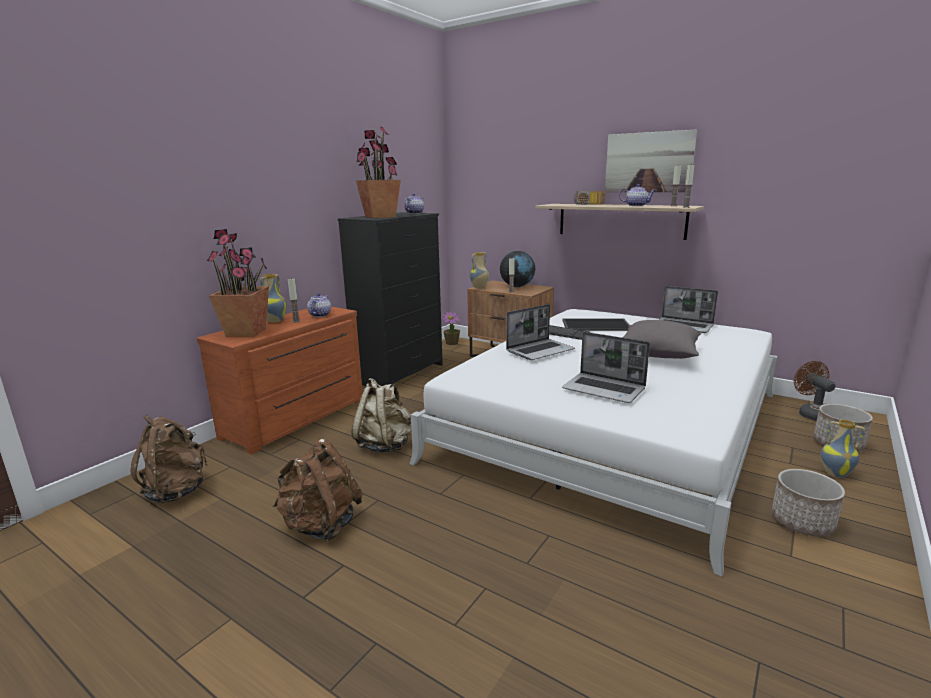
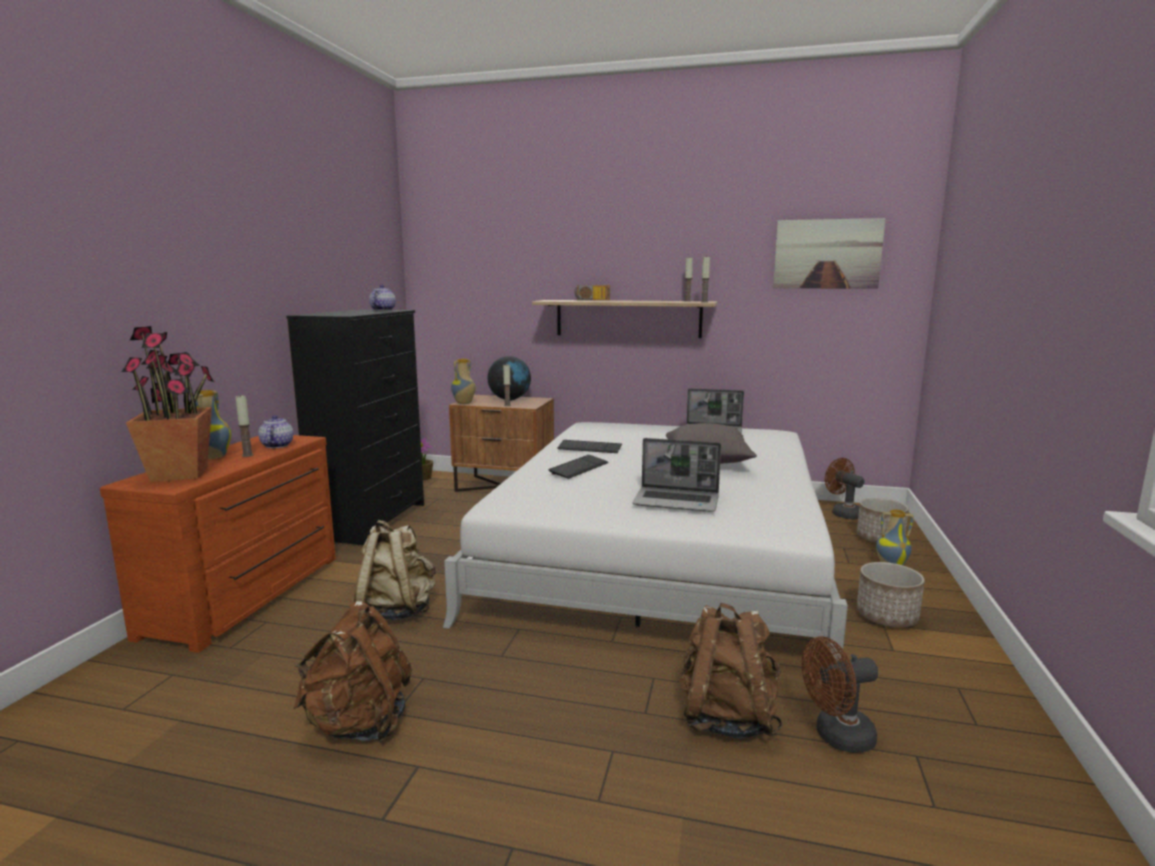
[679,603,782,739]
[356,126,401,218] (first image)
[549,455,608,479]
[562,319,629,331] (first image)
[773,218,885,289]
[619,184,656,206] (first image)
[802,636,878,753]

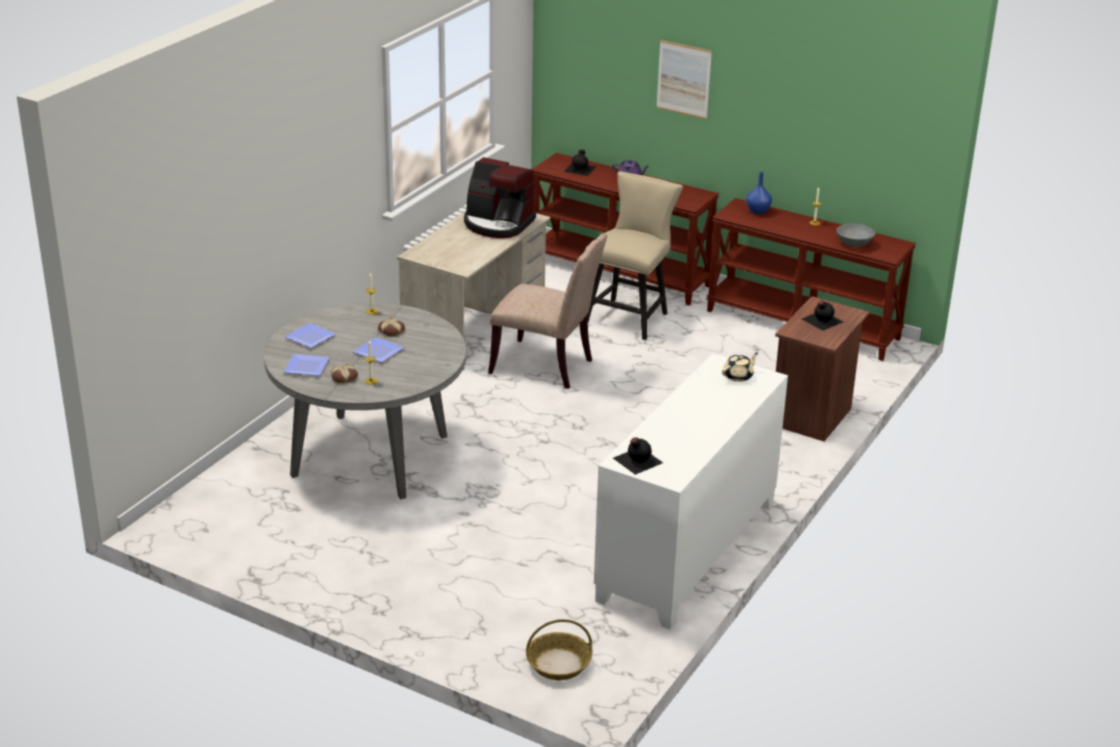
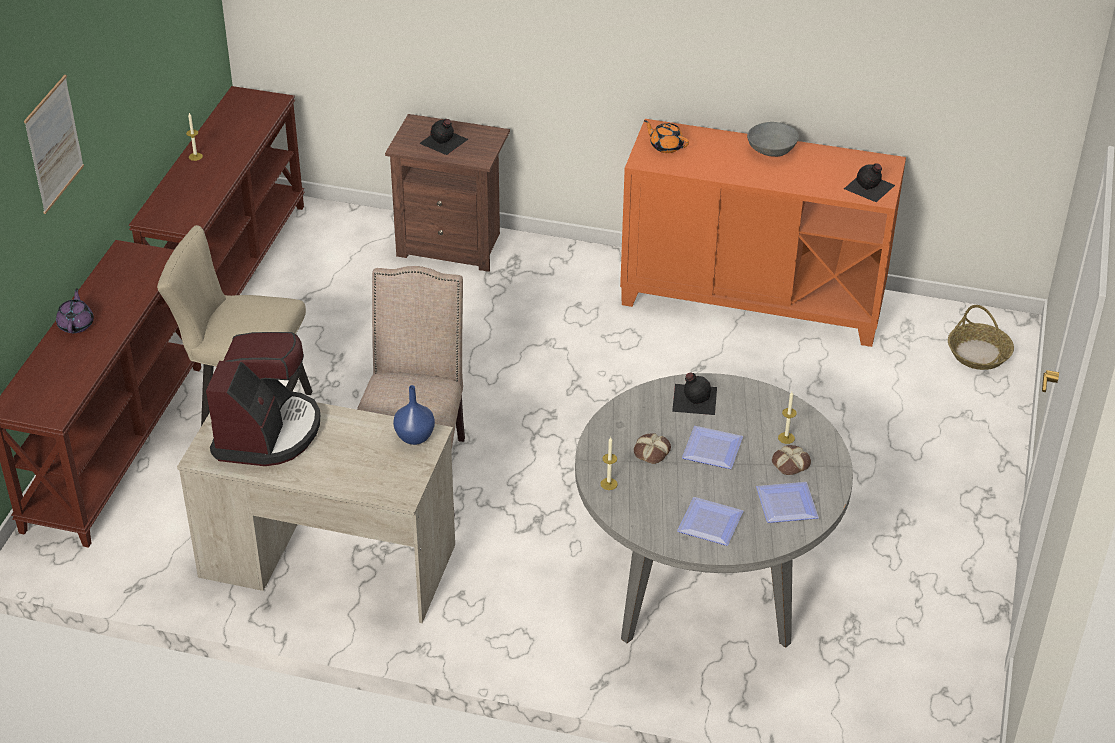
[672,373,717,415]
[620,119,906,347]
[644,120,689,153]
[393,385,435,445]
[747,122,799,157]

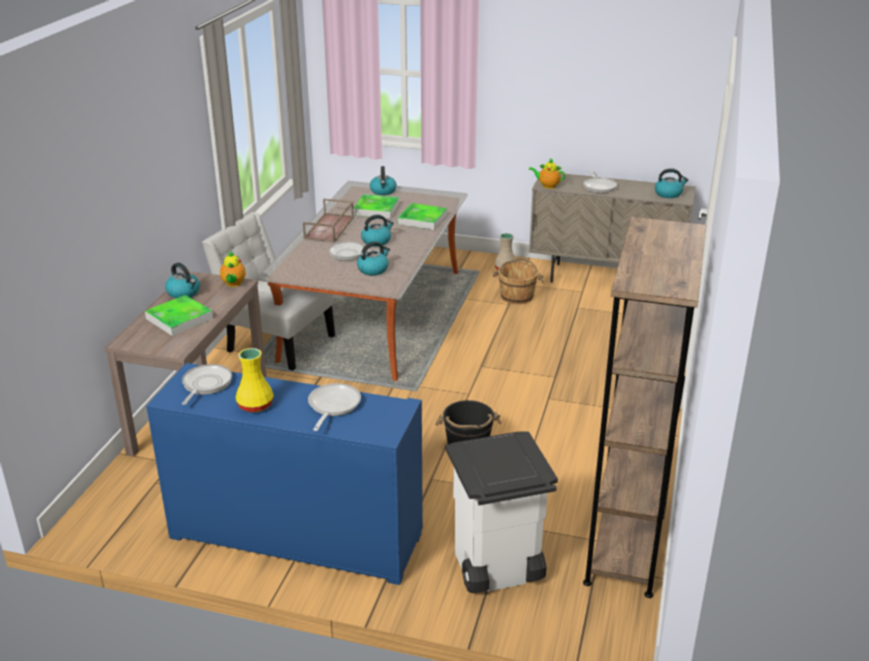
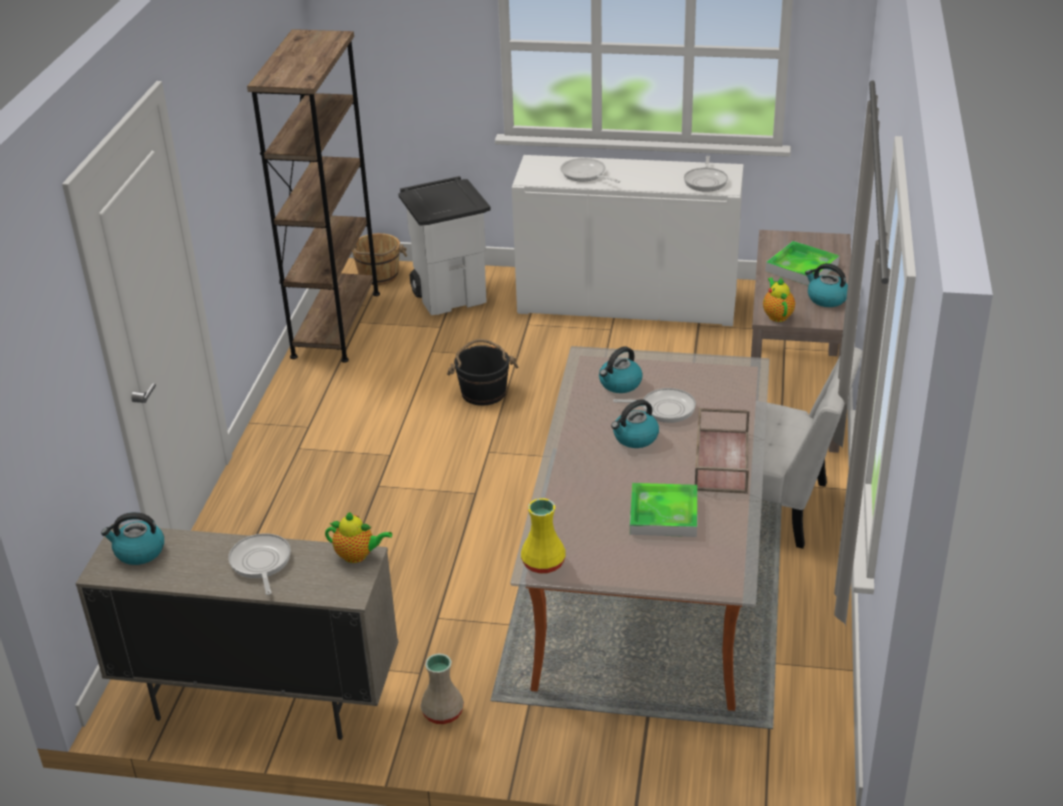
[512,155,744,326]
[521,498,566,574]
[560,158,621,183]
[370,166,397,195] (first image)
[398,203,447,230] (first image)
[352,233,407,285]

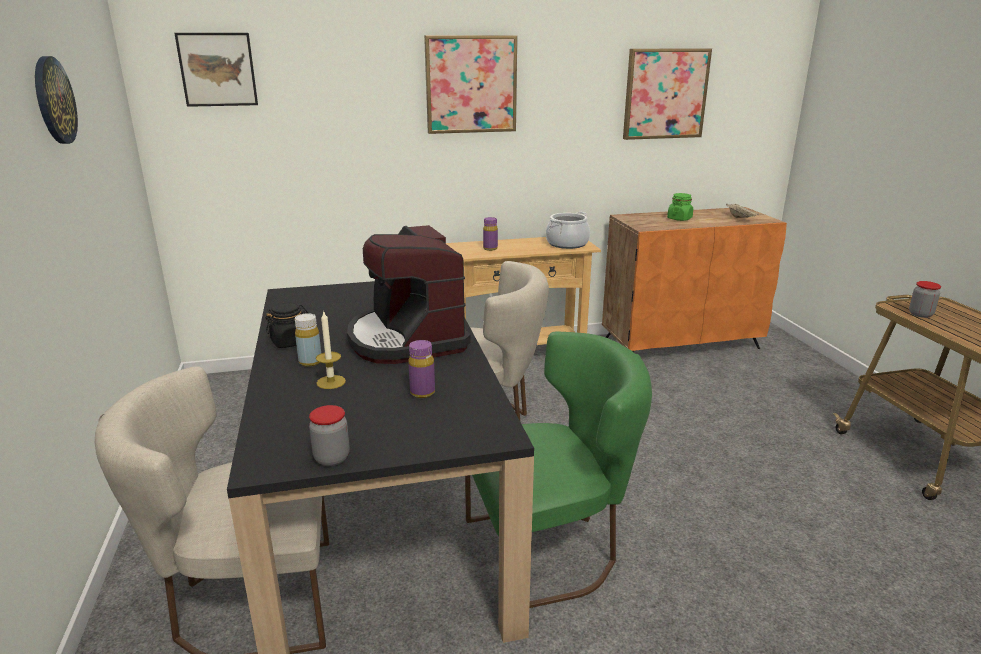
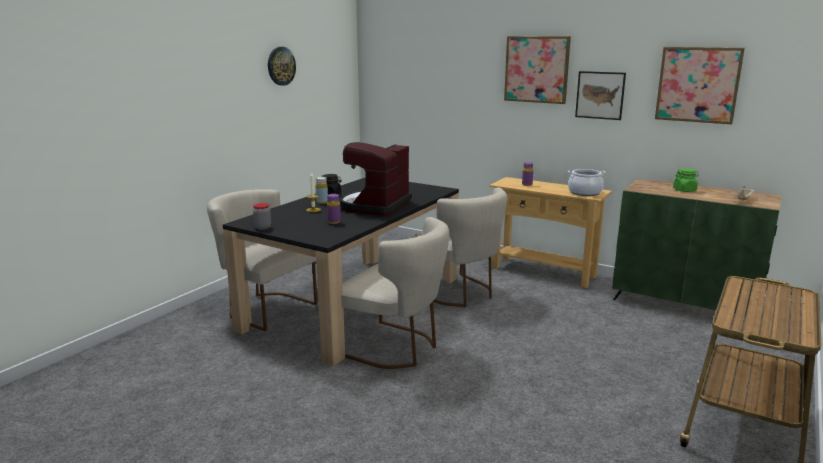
[575,71,626,120]
[341,217,449,369]
[612,179,781,316]
[909,281,941,318] (first image)

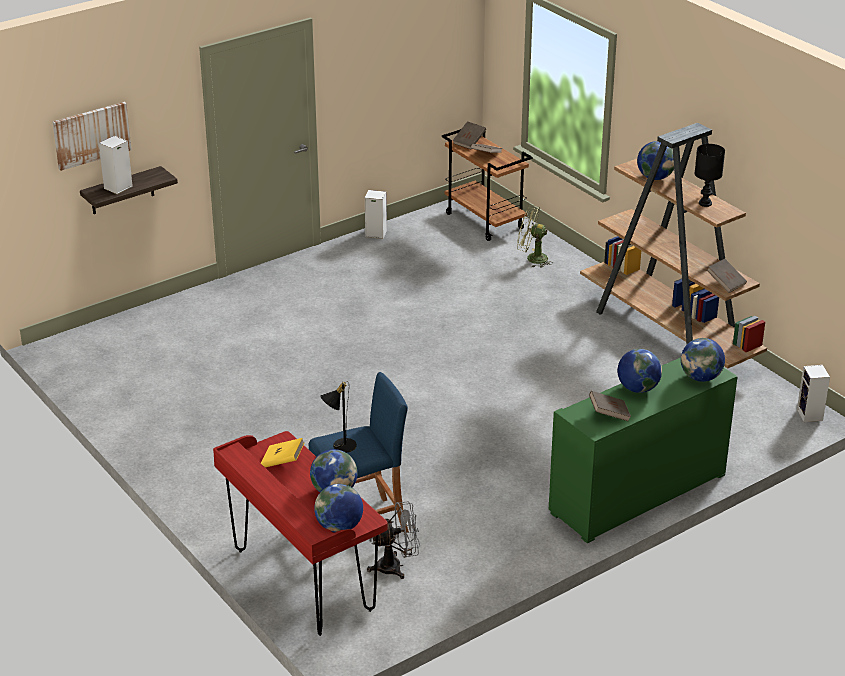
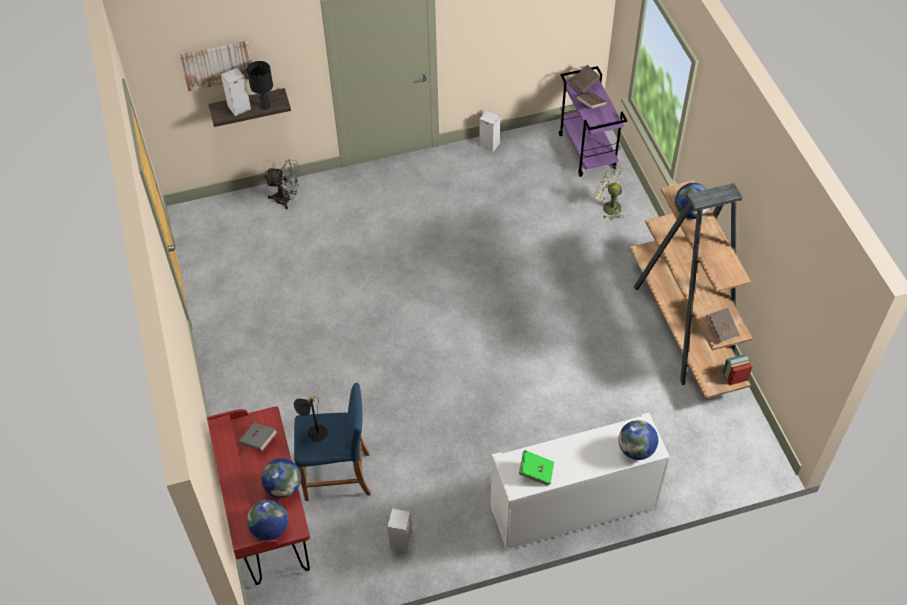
[239,423,278,451]
[265,160,300,209]
[559,66,627,177]
[491,413,670,551]
[519,450,554,486]
[618,349,662,393] (first image)
[247,61,273,110]
[387,509,412,552]

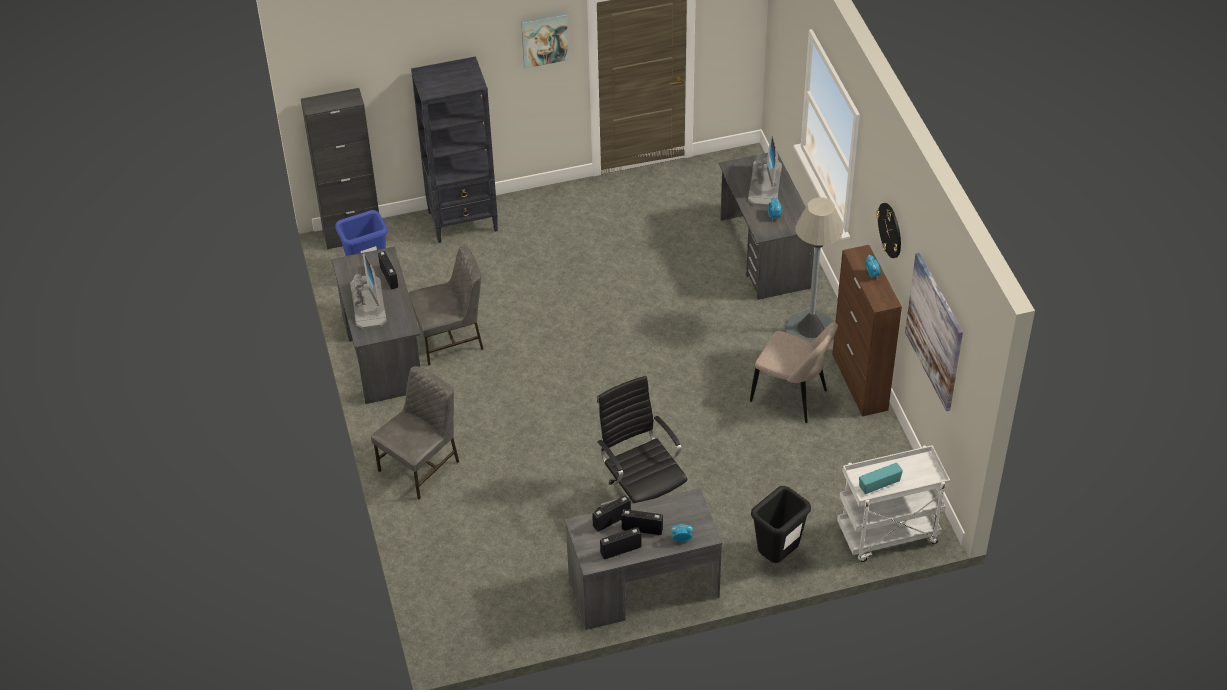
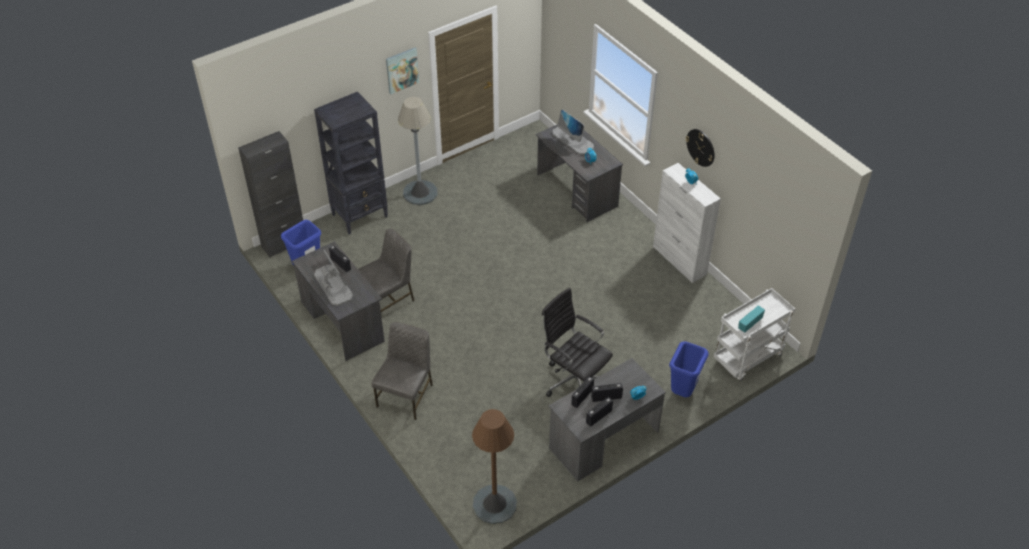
[552,110,594,155]
[750,322,838,423] (first image)
[669,341,709,397]
[398,97,438,205]
[653,163,721,283]
[905,253,963,411] (first image)
[472,409,517,524]

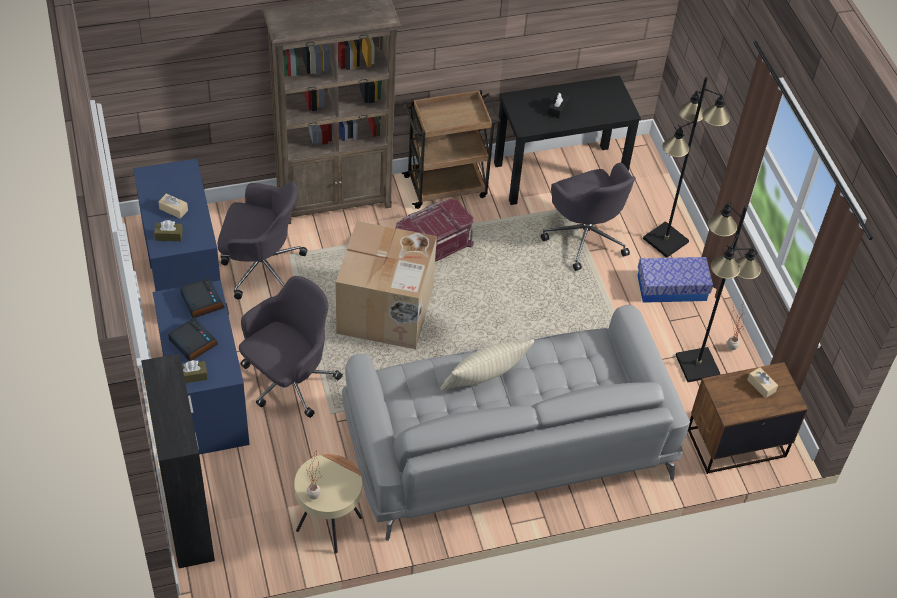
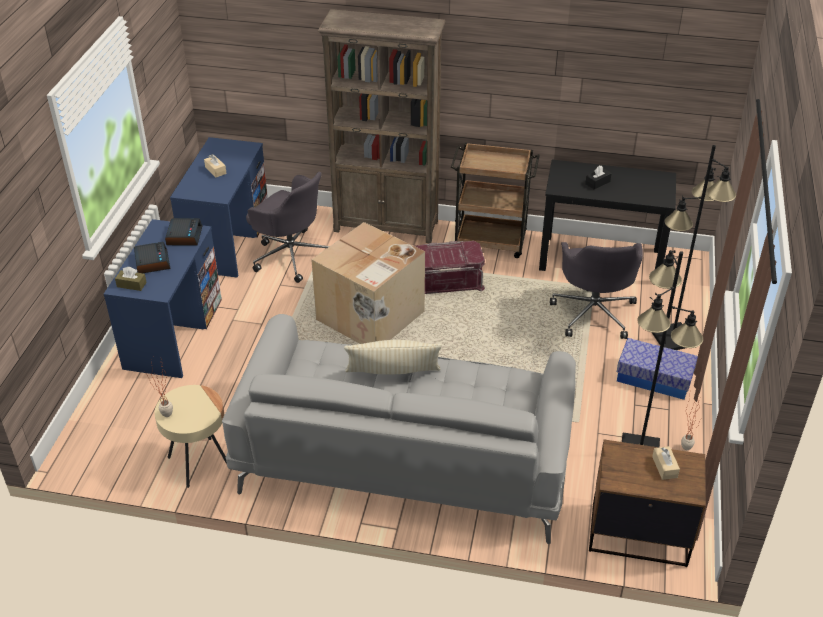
[141,354,215,568] (first image)
[154,220,183,241] (first image)
[239,276,343,418] (first image)

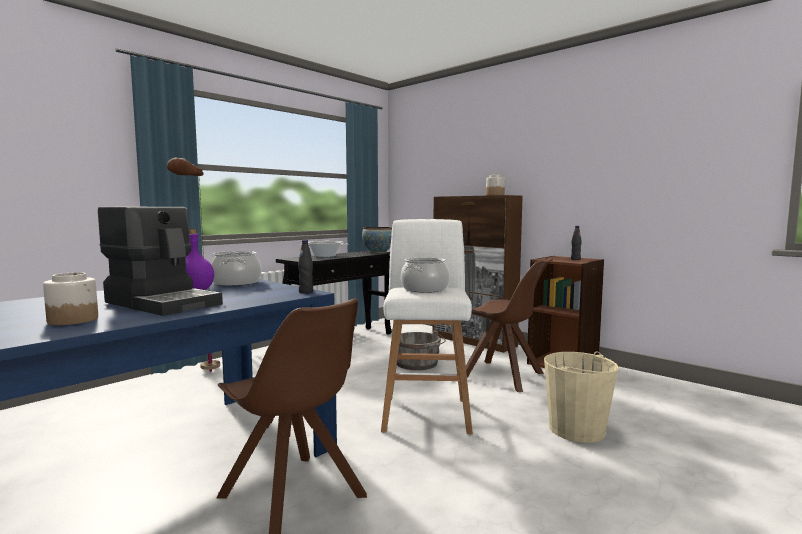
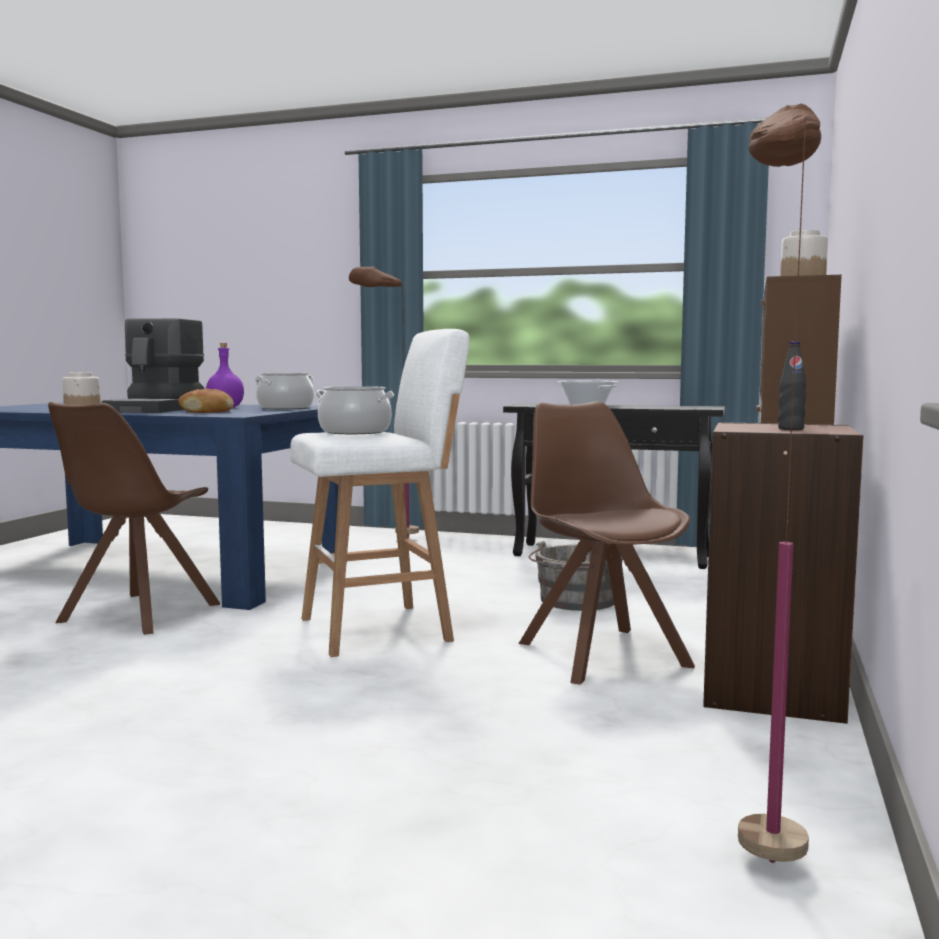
[298,240,313,293] (first image)
[362,227,392,253] (first image)
[519,401,695,685]
[544,351,619,443] (first image)
[178,389,234,413]
[738,103,821,863]

